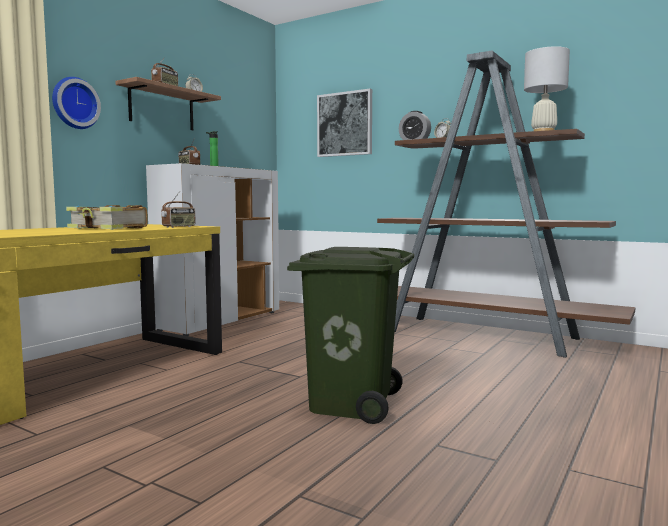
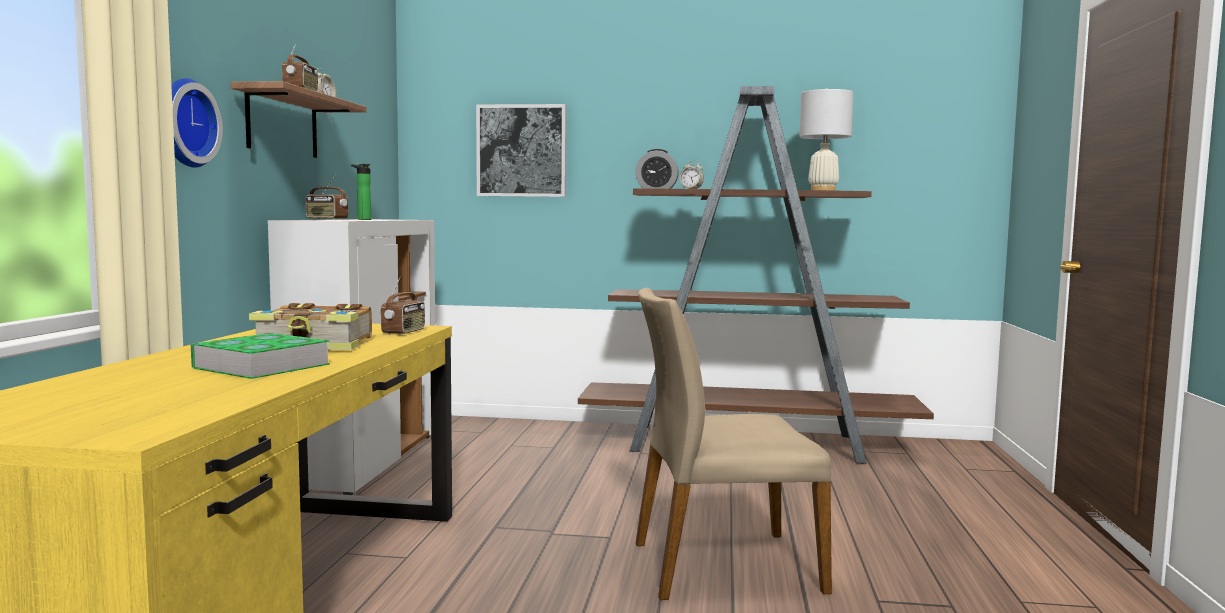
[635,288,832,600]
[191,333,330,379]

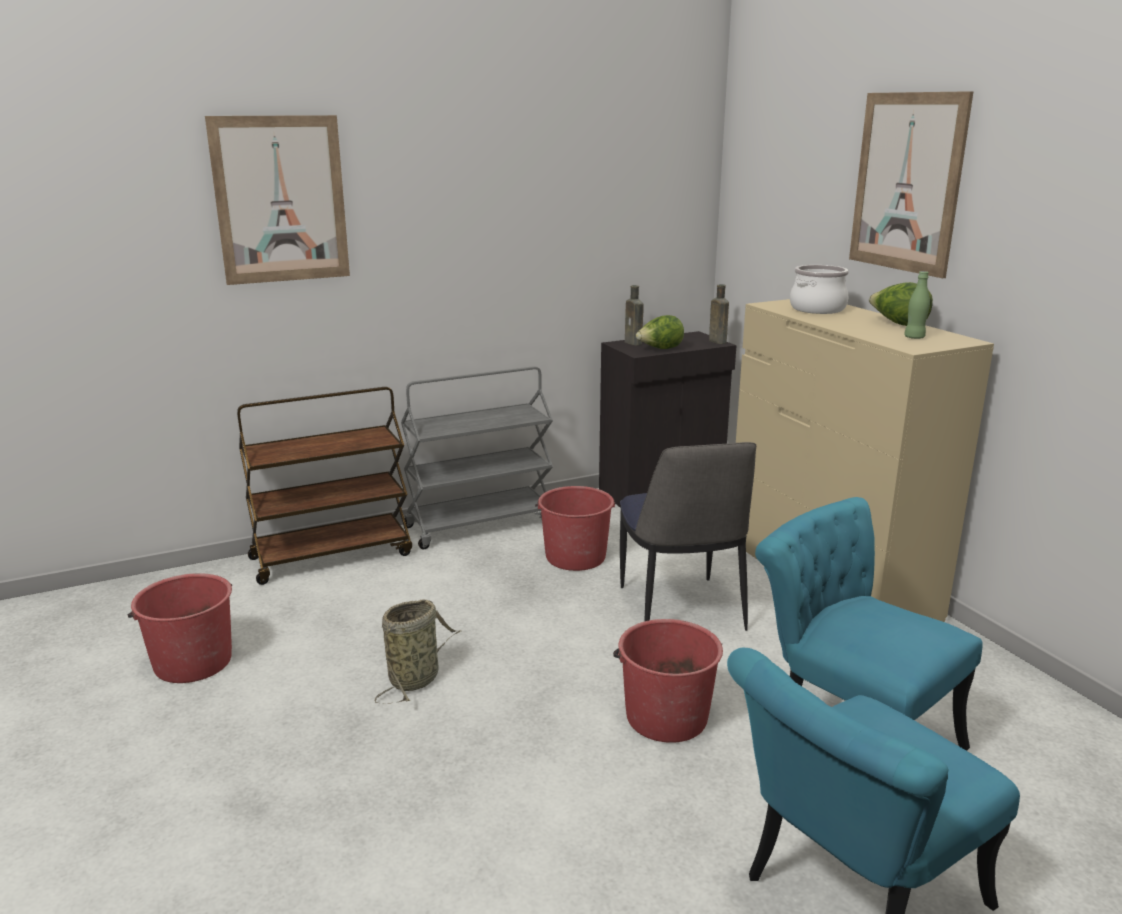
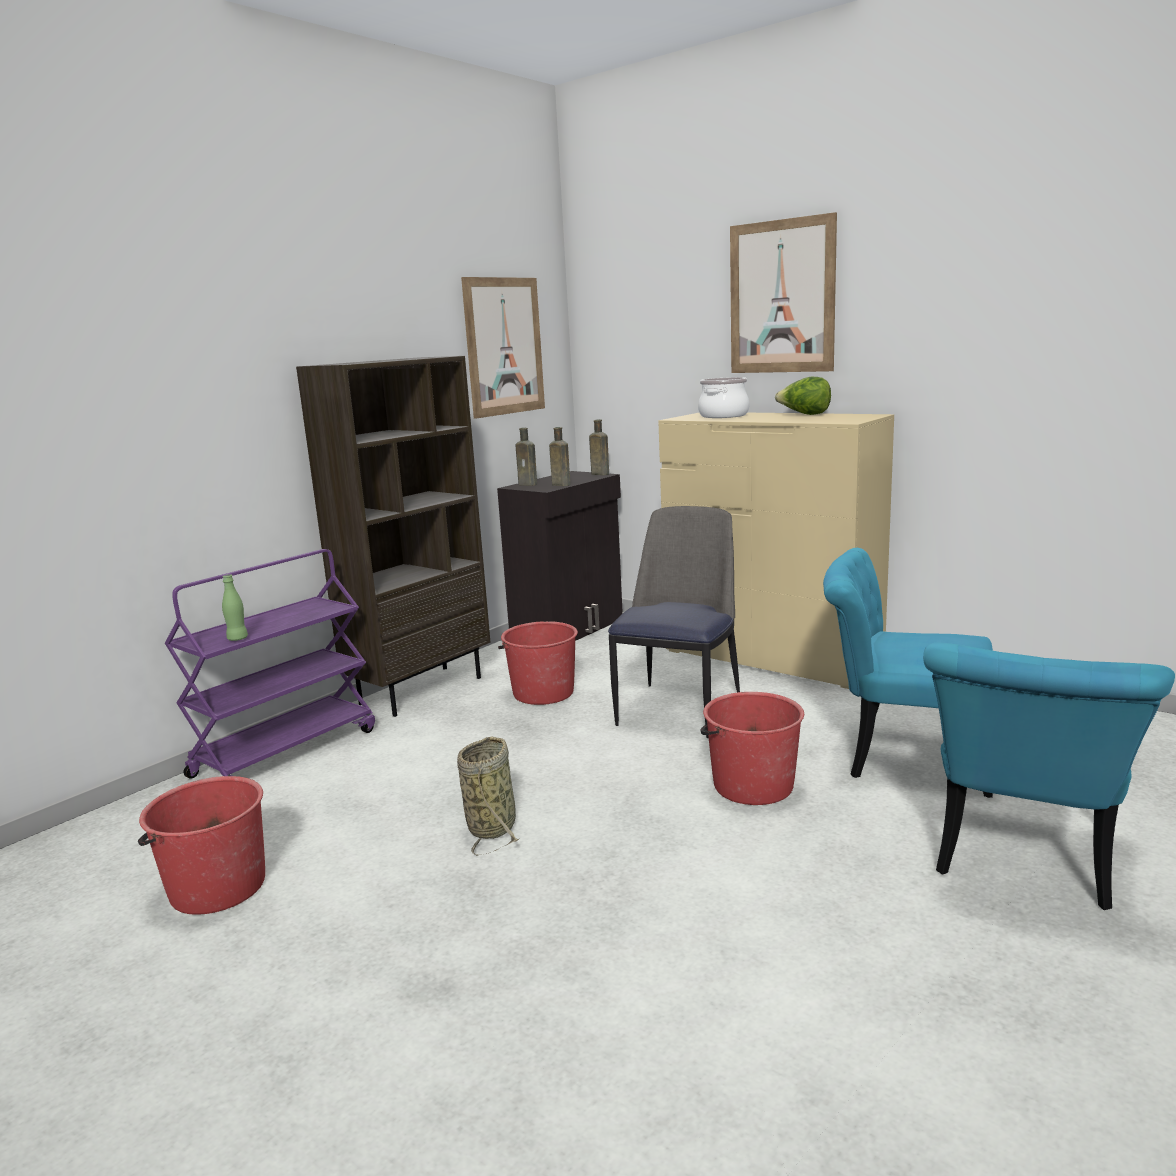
[461,277,545,419]
[165,549,375,779]
[296,356,491,717]
[608,506,740,738]
[549,427,570,486]
[222,574,248,641]

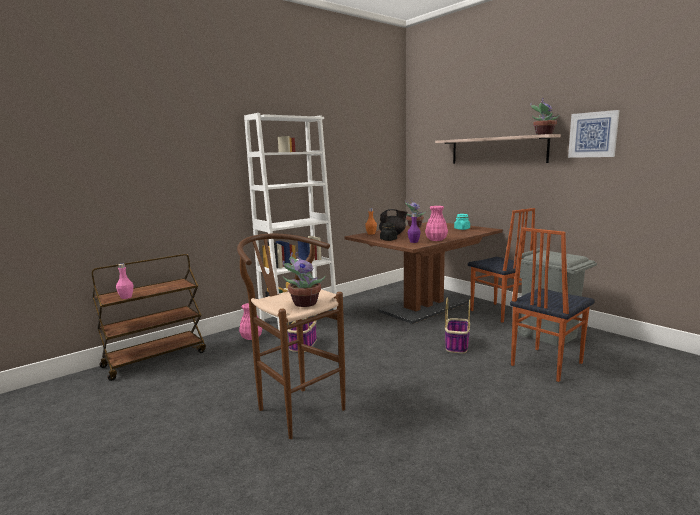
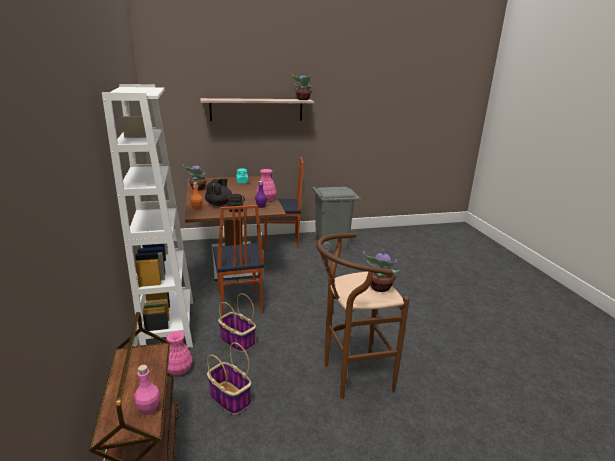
[207,342,251,415]
[213,205,265,316]
[568,110,620,158] (first image)

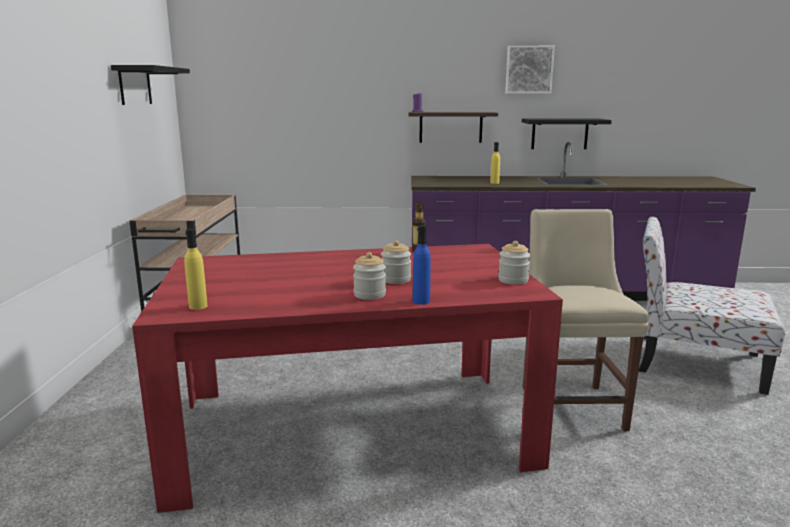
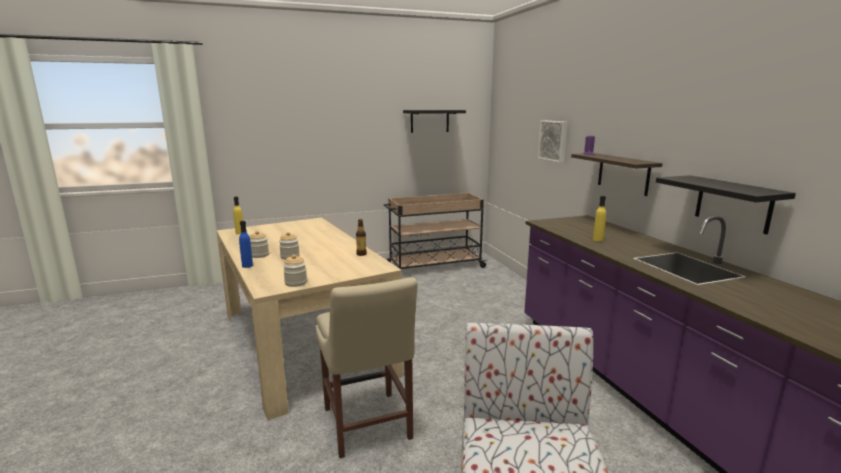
[217,218,403,420]
[538,120,567,163]
[315,277,418,458]

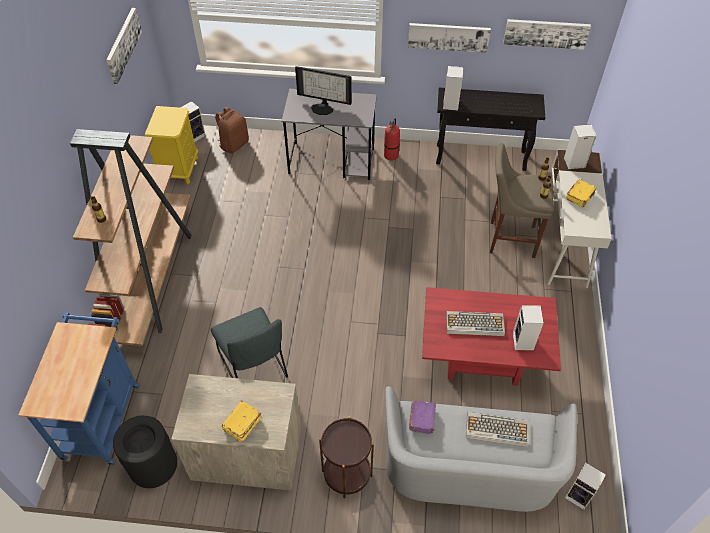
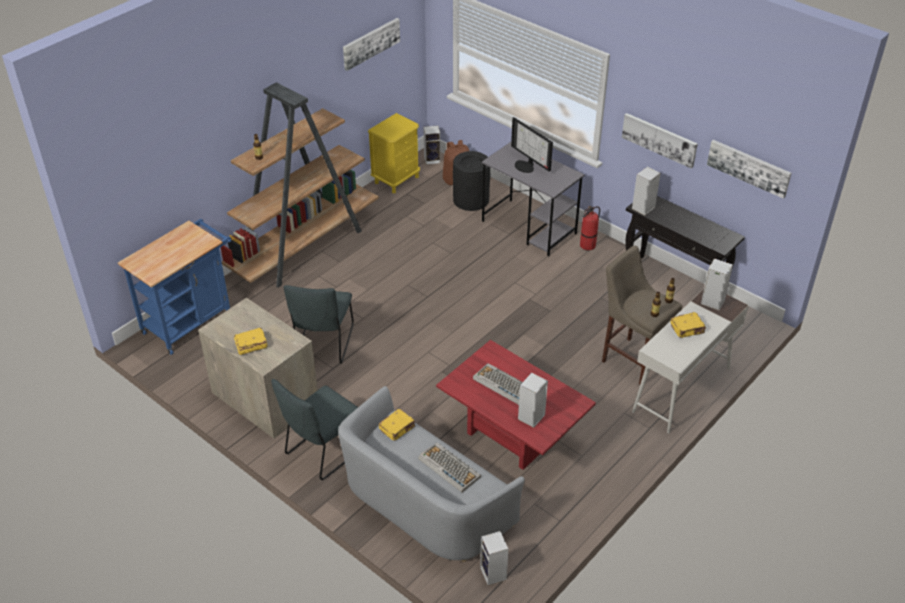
[453,151,490,211]
[271,379,358,480]
[379,409,415,441]

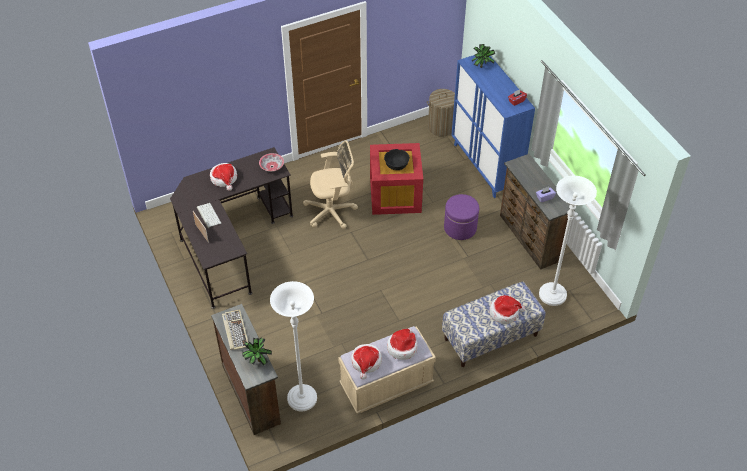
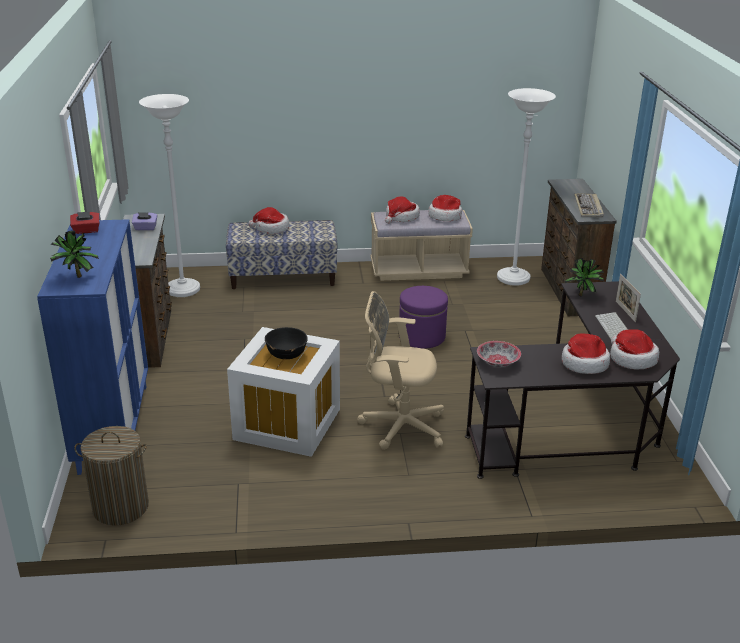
[565,258,604,296]
[227,327,340,457]
[399,286,448,349]
[610,329,659,370]

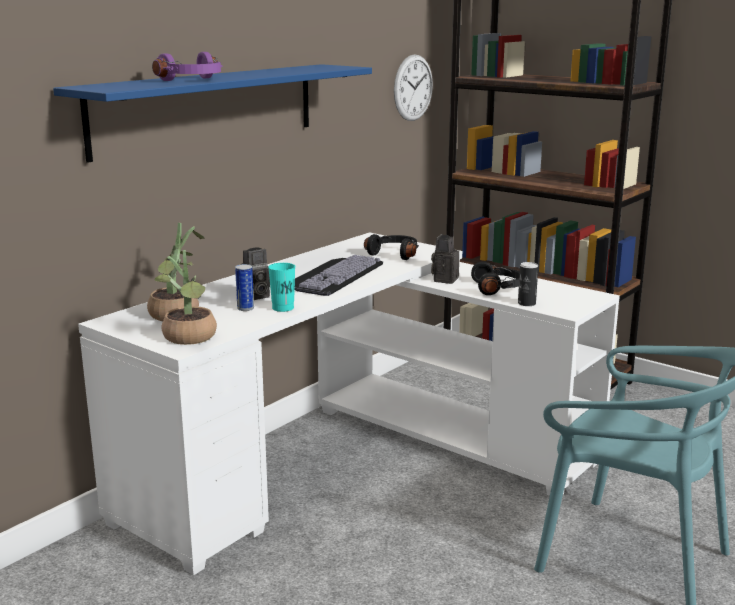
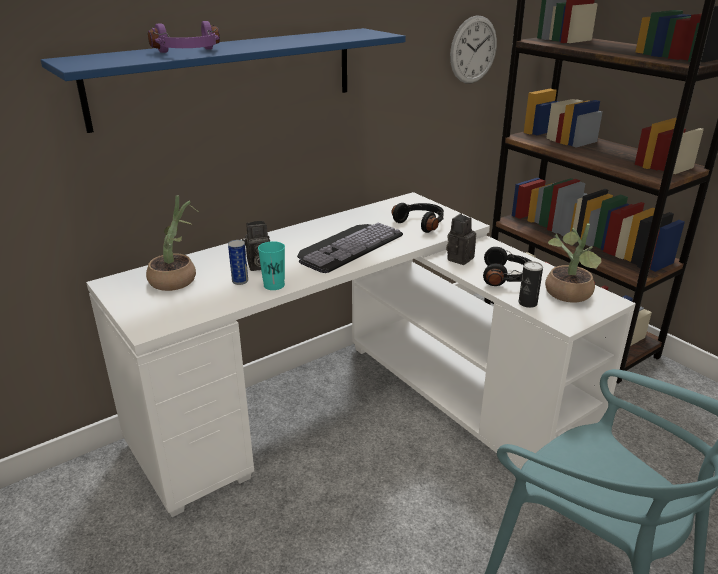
[545,224,601,303]

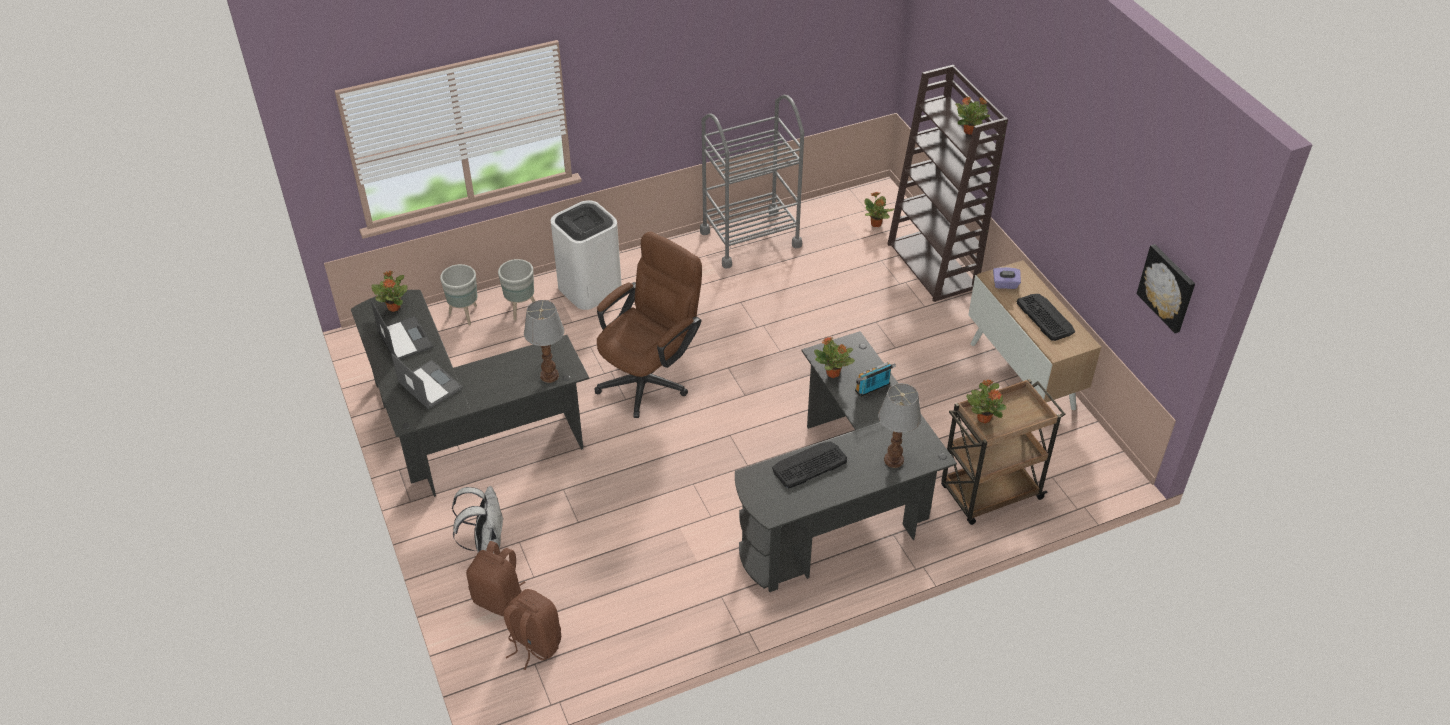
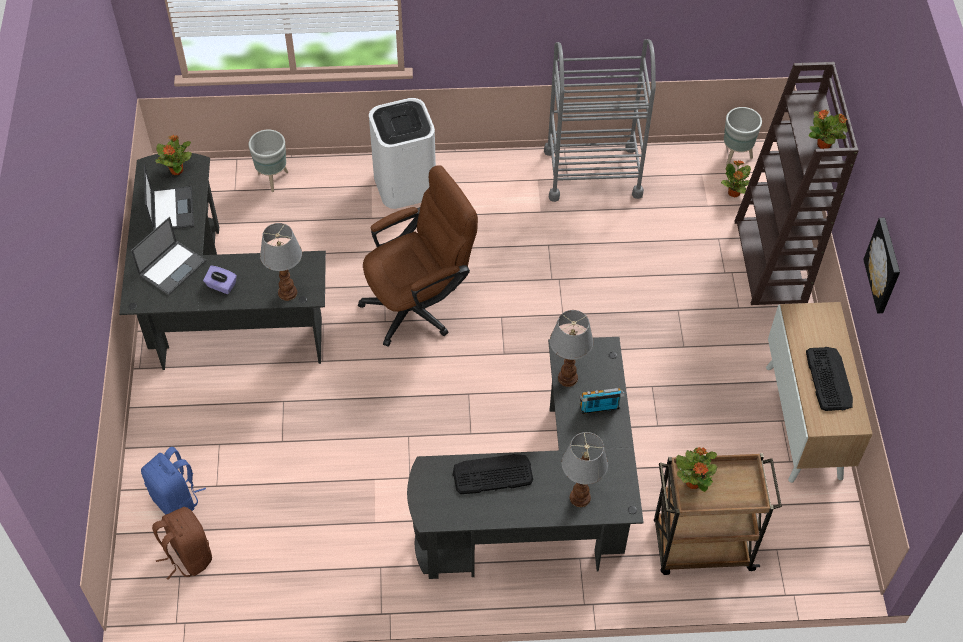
[131,217,206,296]
[452,486,504,553] (first image)
[141,447,206,514]
[724,107,762,166]
[550,310,594,387]
[203,266,237,294]
[863,218,900,314]

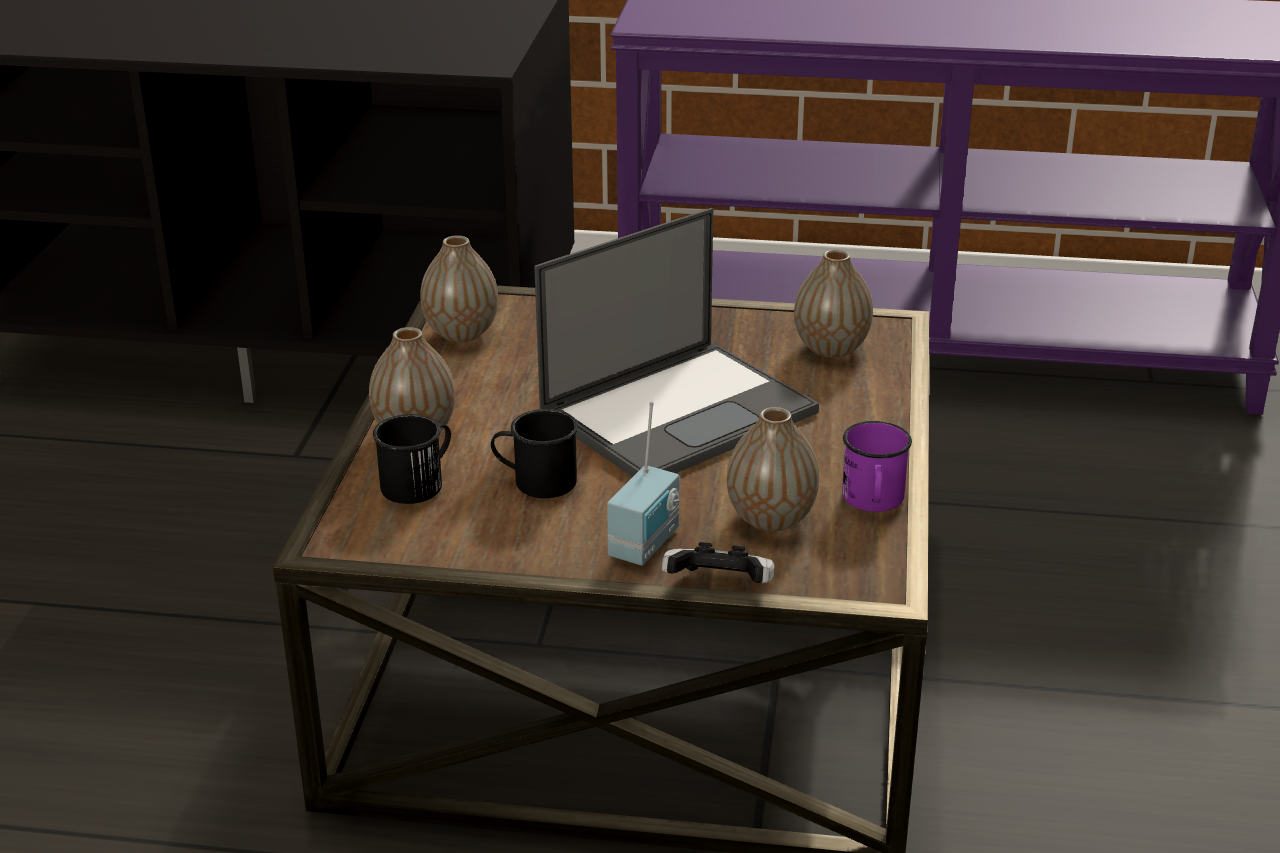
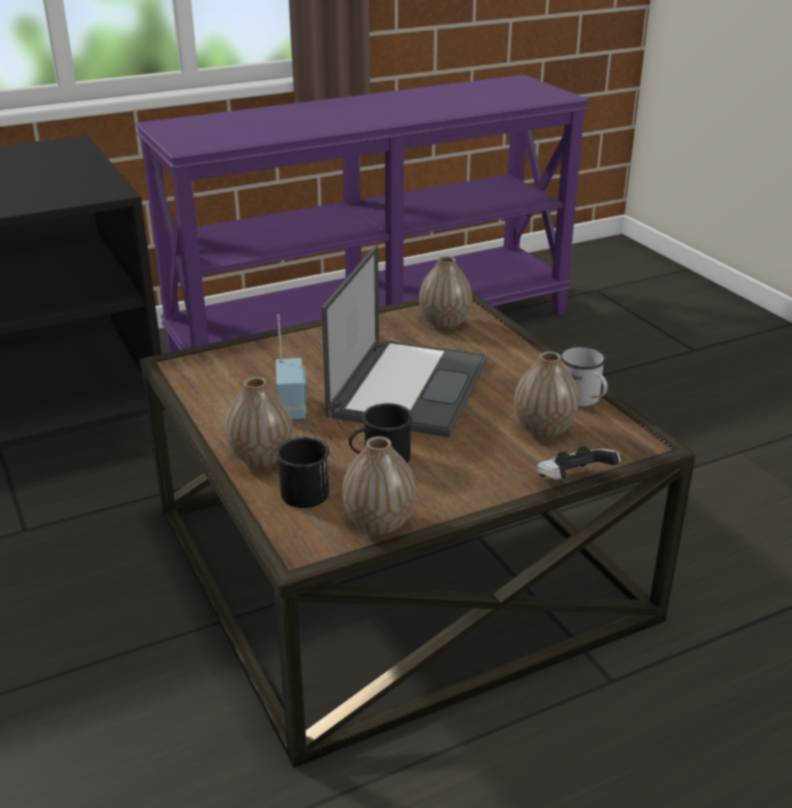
[342,436,416,535]
[276,315,306,420]
[560,346,608,406]

